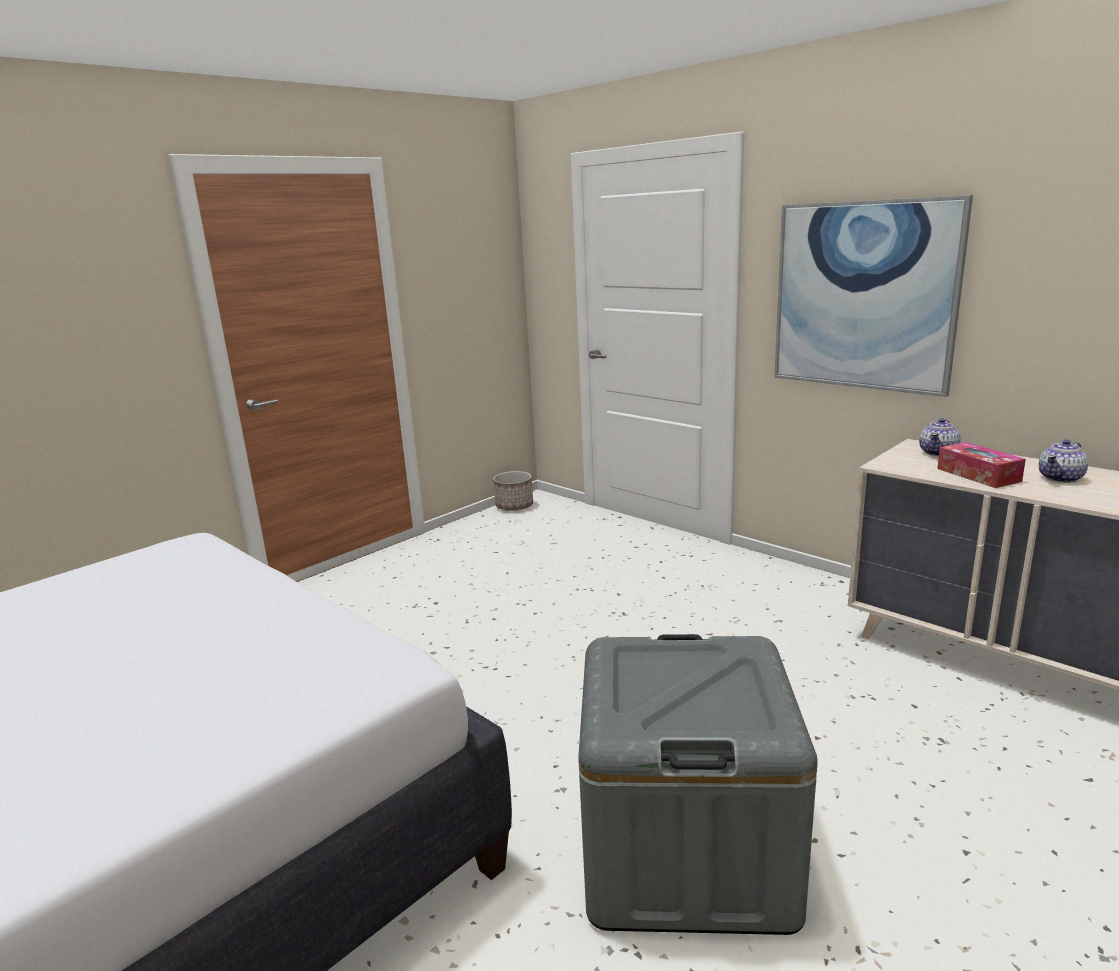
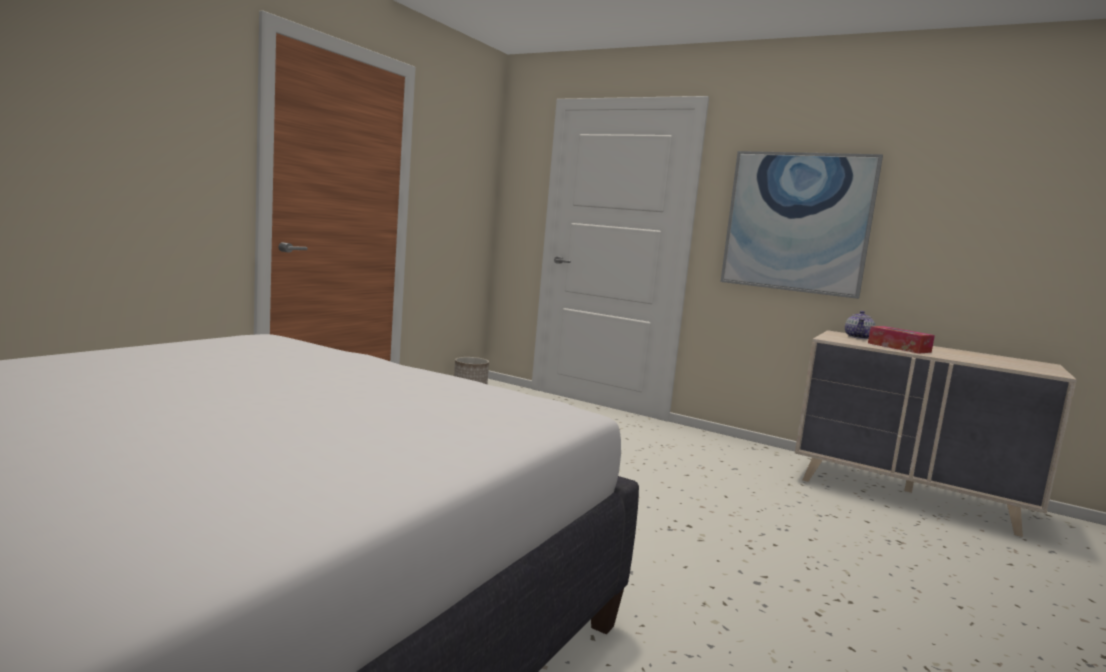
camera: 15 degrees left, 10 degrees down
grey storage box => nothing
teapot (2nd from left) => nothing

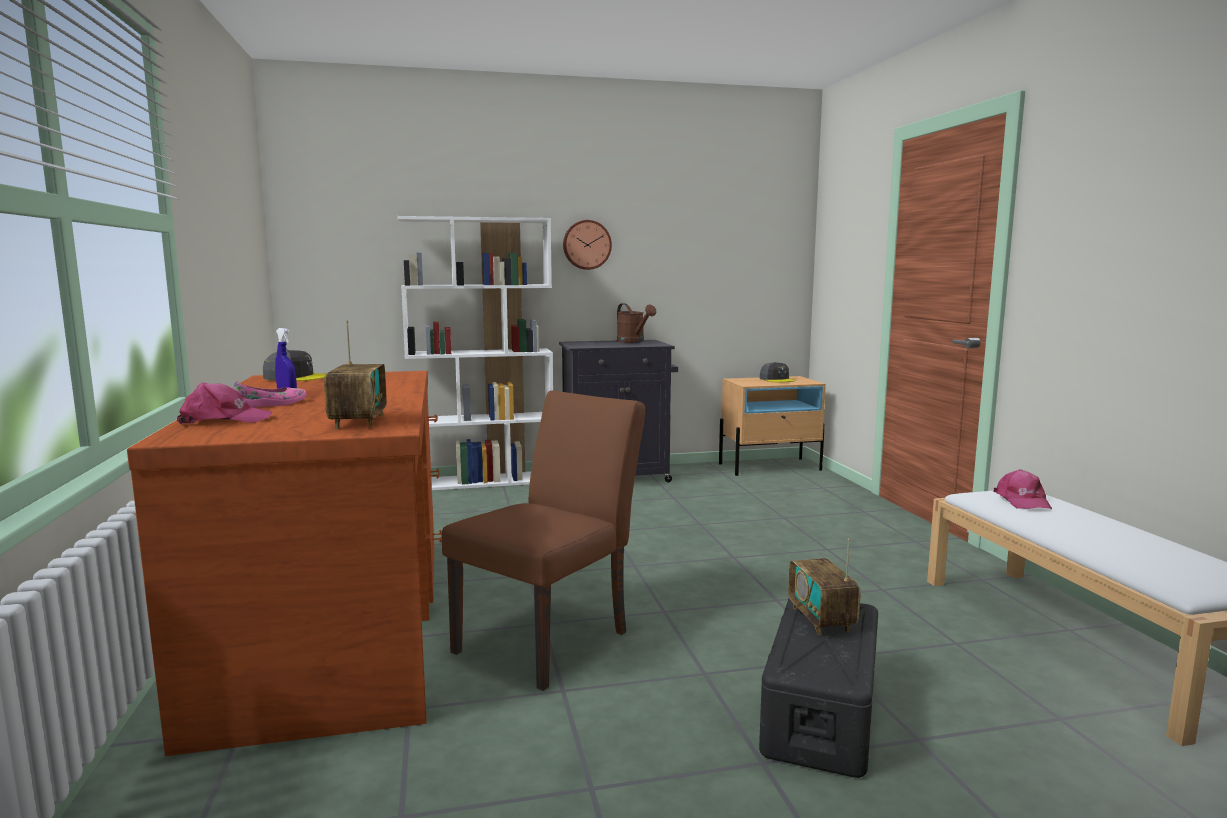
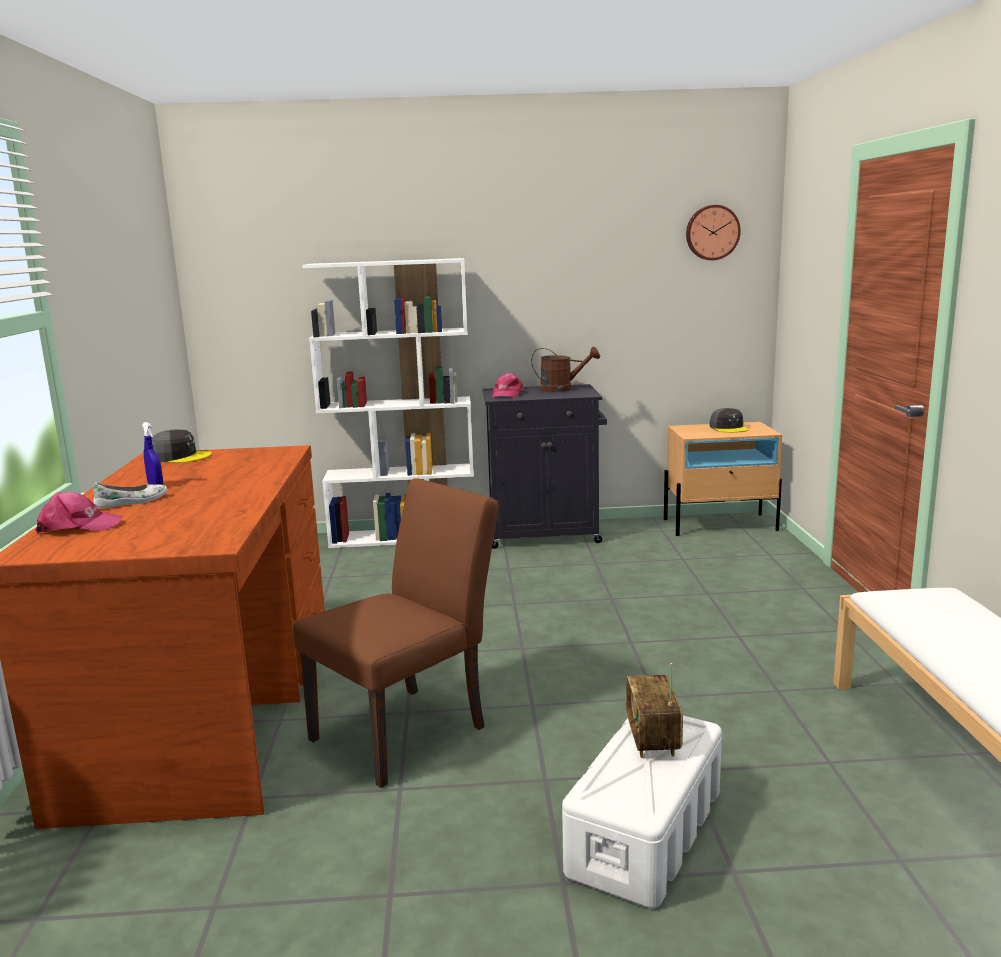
camera: 10 degrees right, 5 degrees up
radio (1st from left) => nothing
wall clock, moved
pink cap (2nd from left), moved
pink shoe => white shoe
black storage box => white storage box
brown watering can, 60 degrees counterclockwise

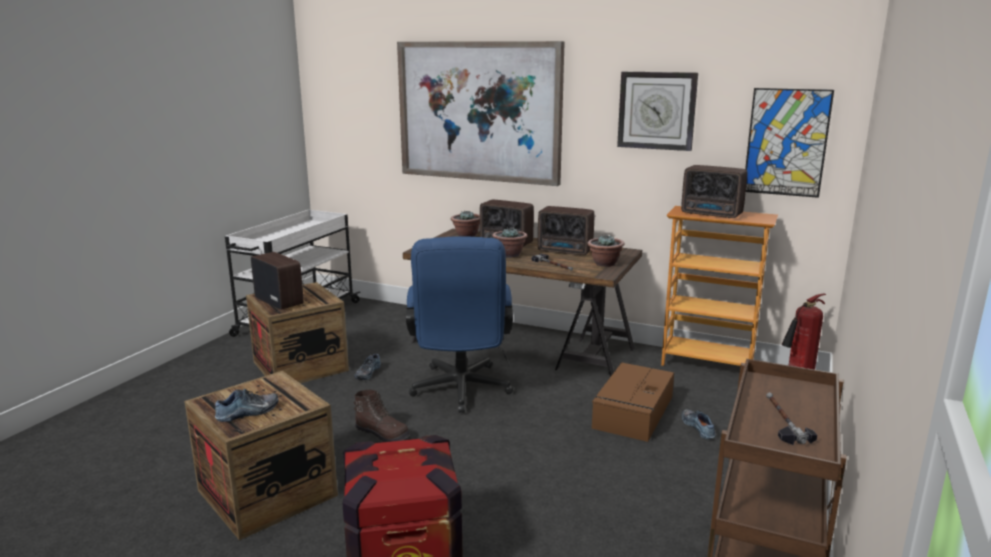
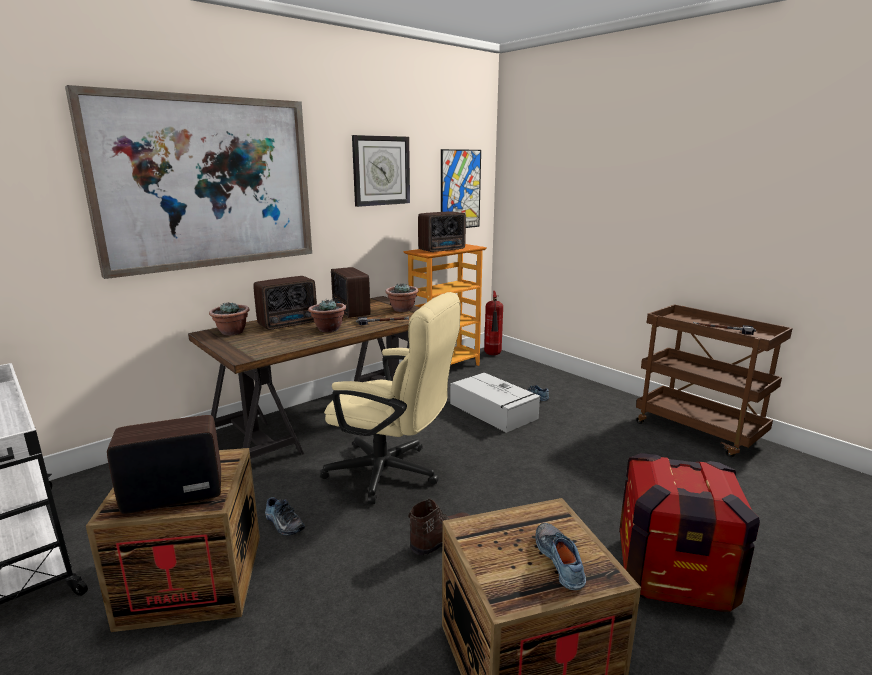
camera: 65 degrees left, 0 degrees up
blue office chair => beige office chair
brown storage box => grey storage box
radio (3rd from left), 105 degrees clockwise

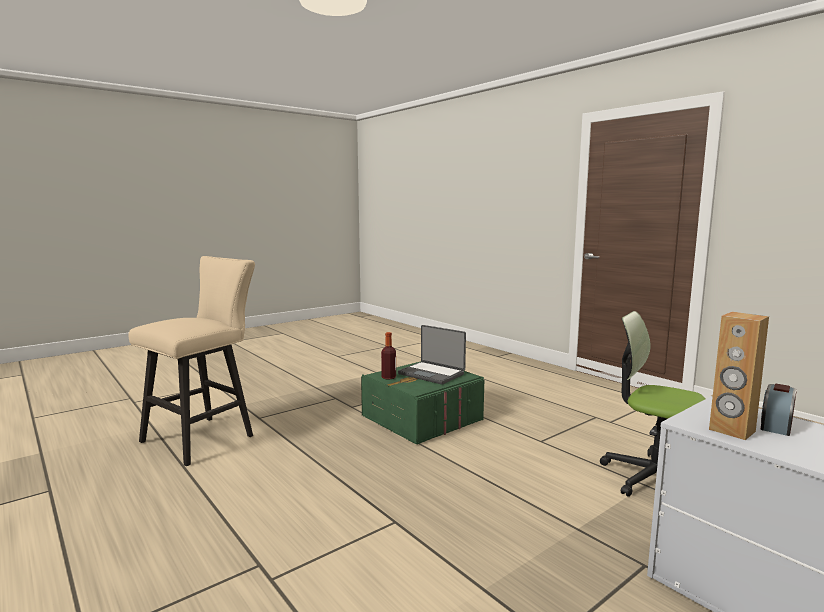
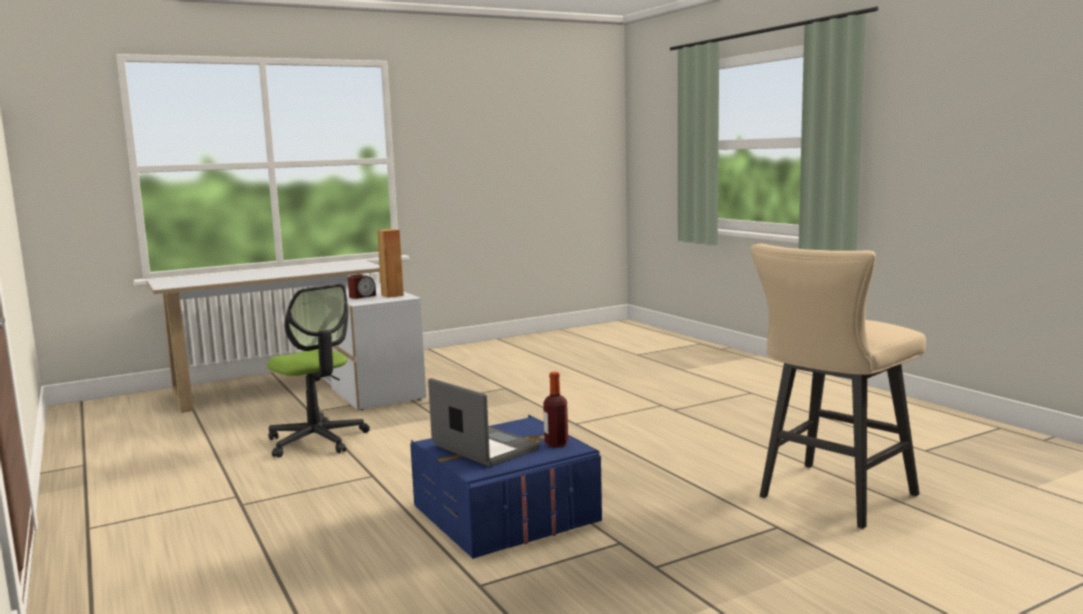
camera: 170 degrees left, 0 degrees up
green storage box => blue storage box

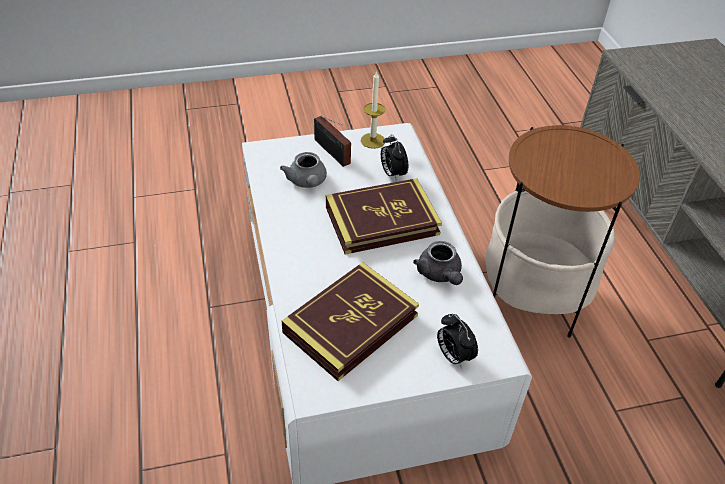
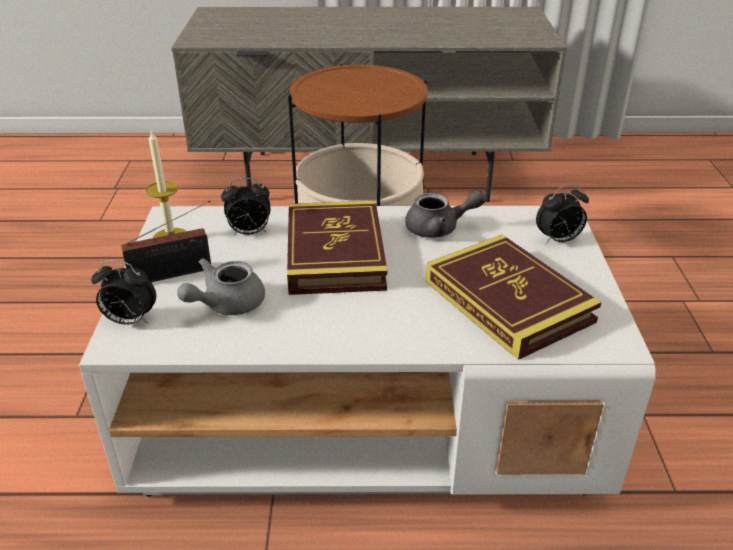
camera: 75 degrees left, 10 degrees down
nothing => alarm clock (1st from left)
grey teapot (1st from left), 135 degrees clockwise

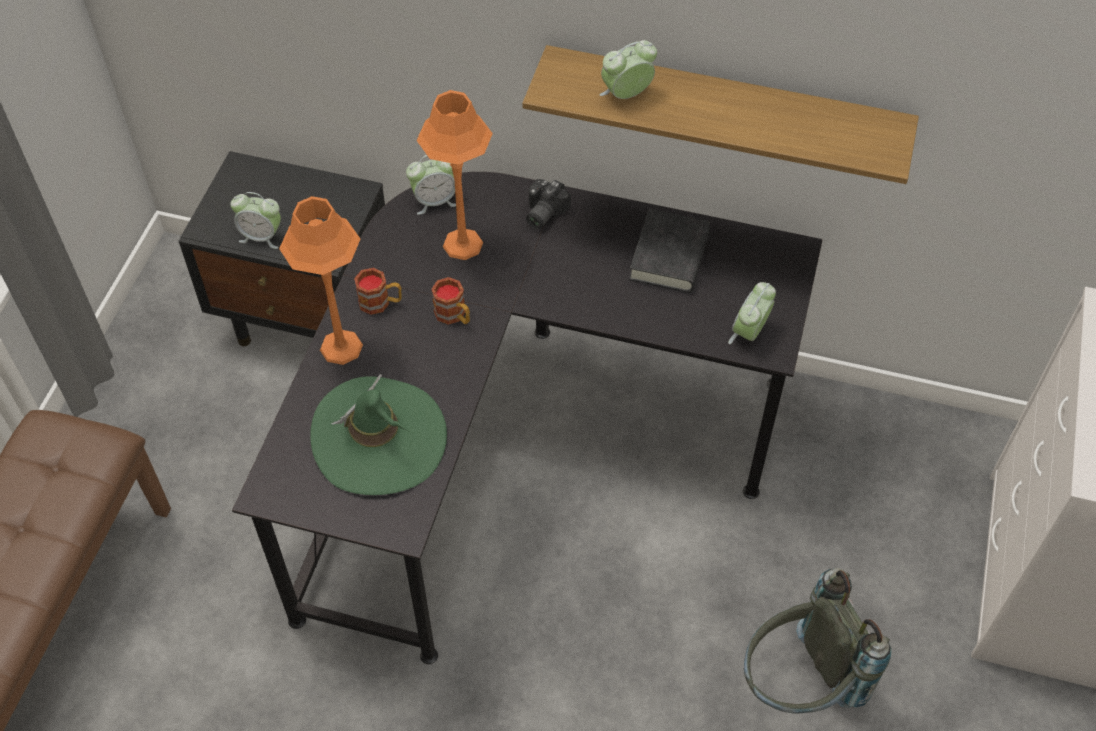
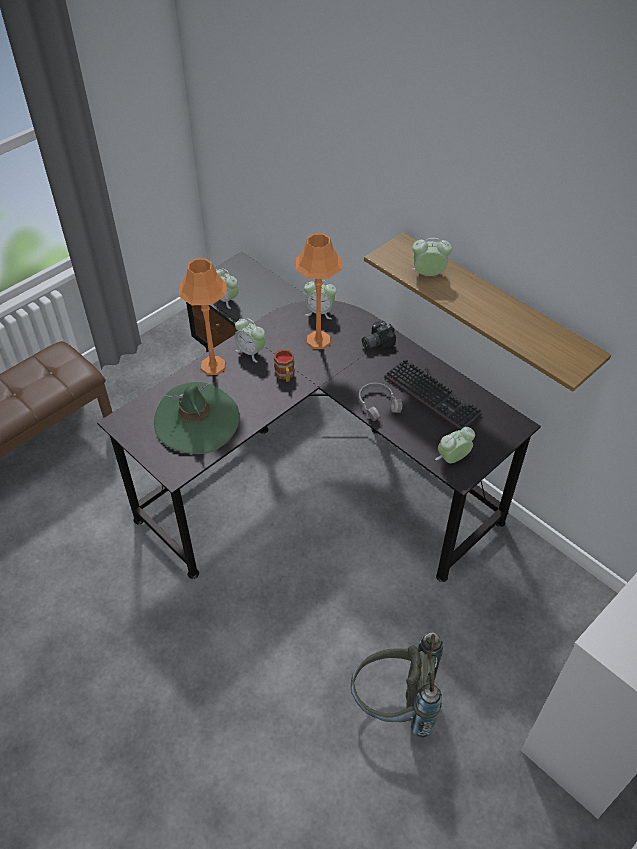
camera: 30 degrees right, 5 degrees down
nothing => grey headphones
mug (1st from left) => alarm clock (2nd from left)
black book => keyboard

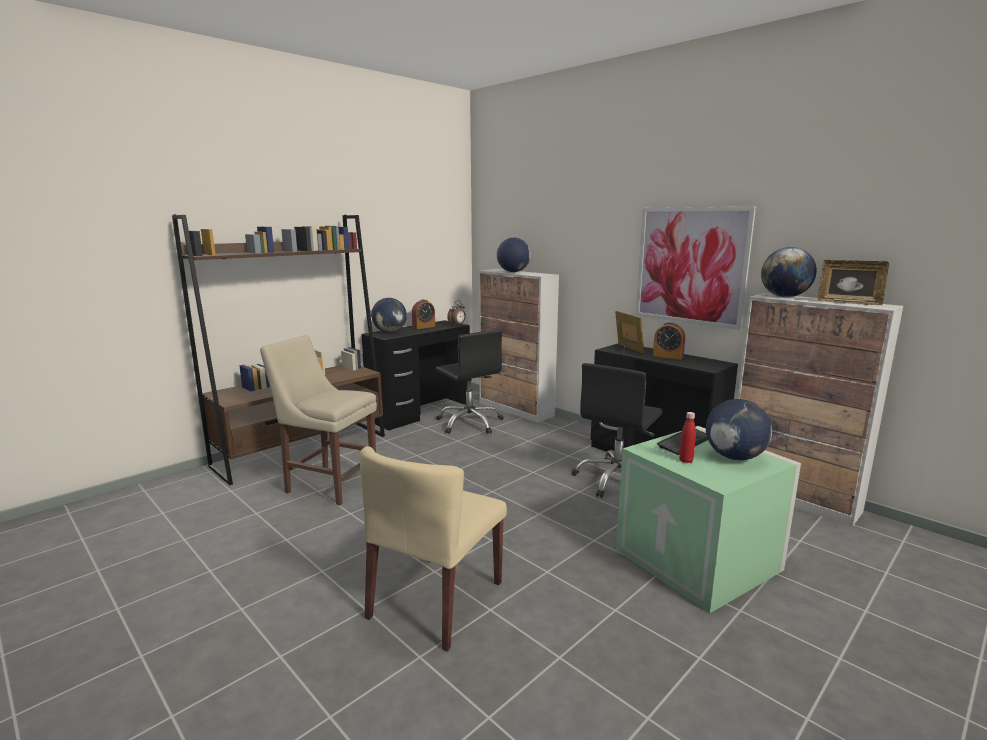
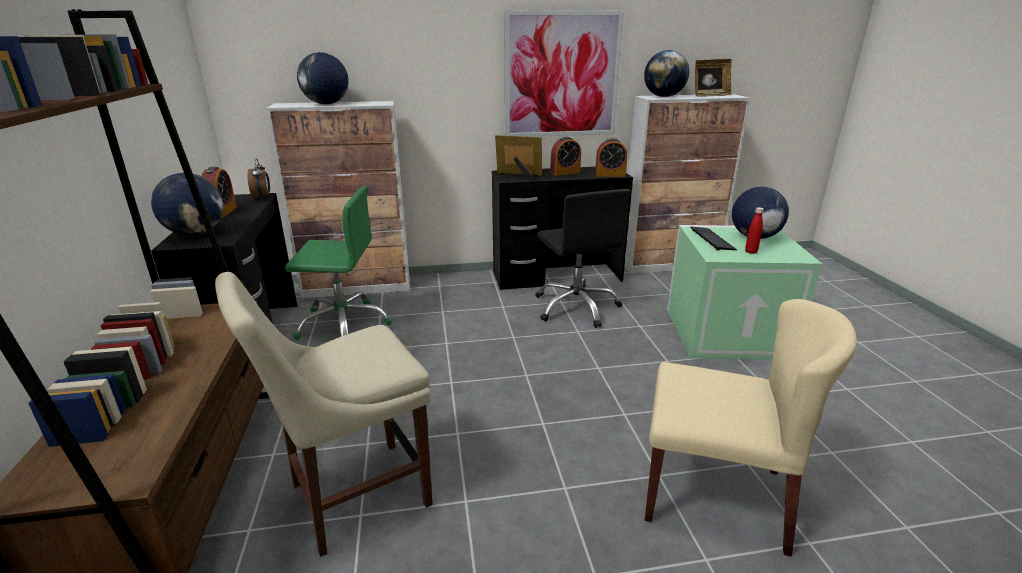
camera: 55 degrees left, 10 degrees up
nothing => alarm clock (4th from left)
black office chair (1st from left) => green office chair
beige chair (2nd from left), 45 degrees counterclockwise

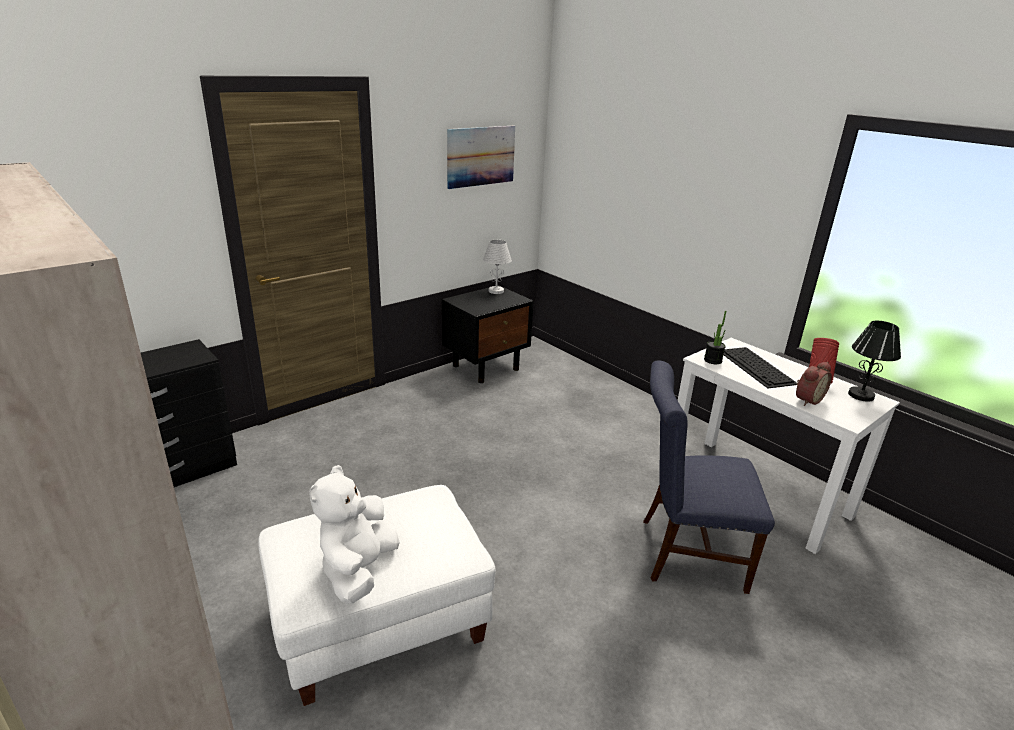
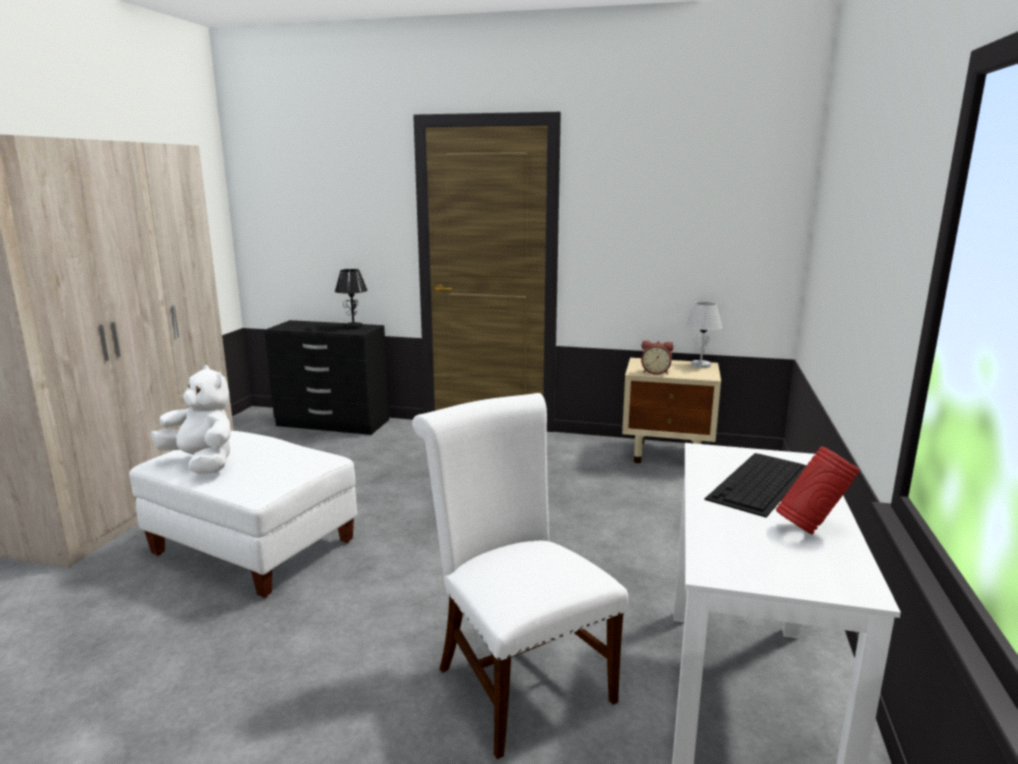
camera: 55 degrees right, 10 degrees down
picture => nothing
potted plant => nothing
alarm clock, moved
black table lamp, moved
black nightstand => beige nightstand
blue chair => white chair
white plush toy, 60 degrees clockwise

